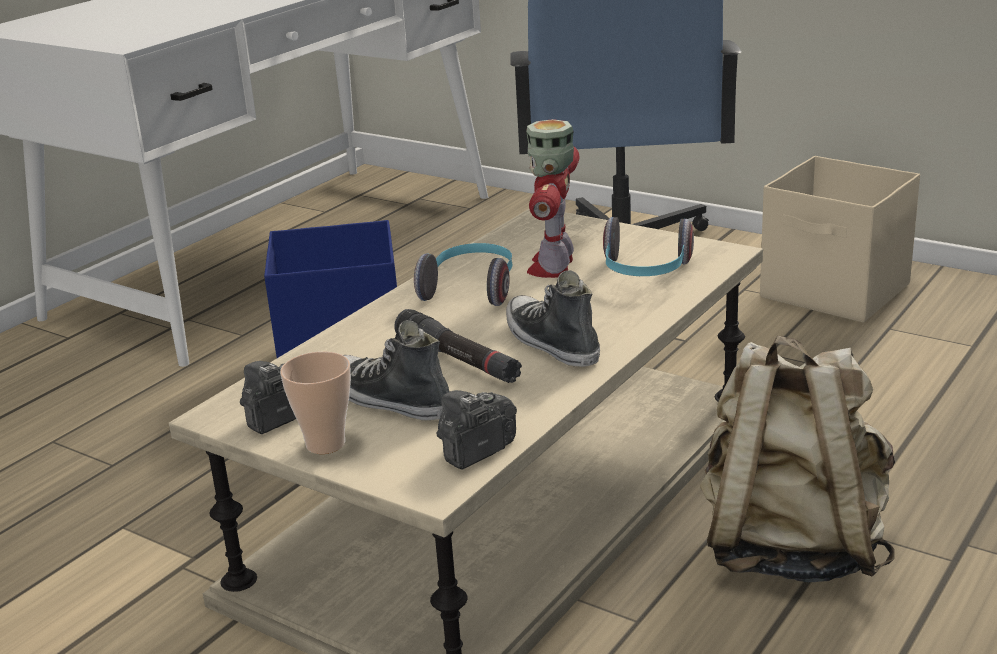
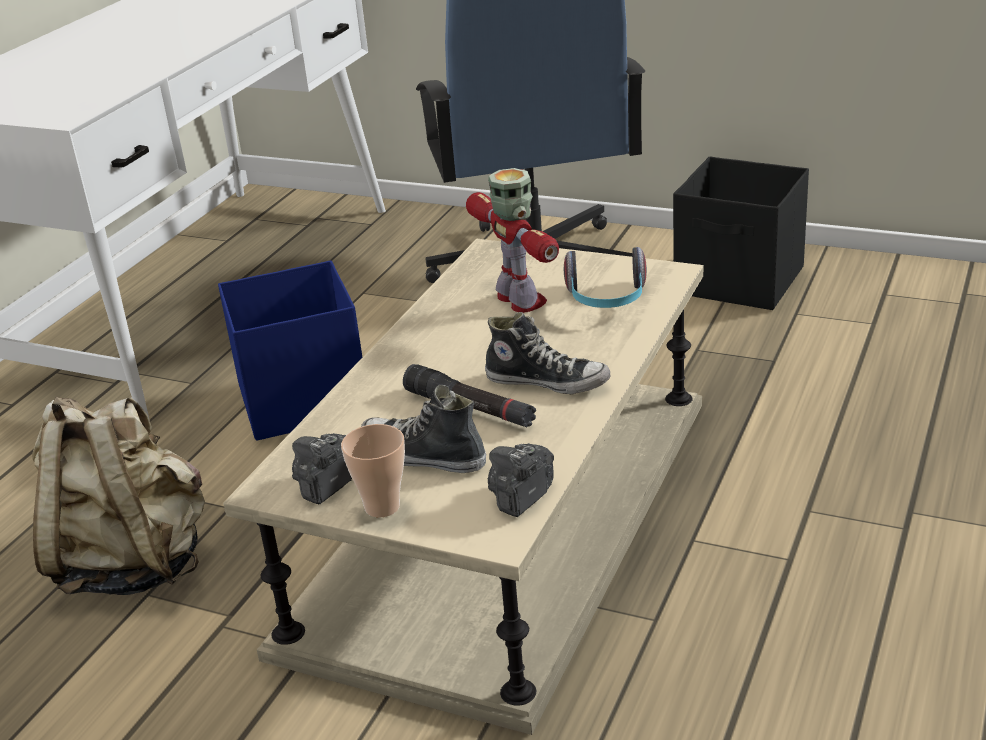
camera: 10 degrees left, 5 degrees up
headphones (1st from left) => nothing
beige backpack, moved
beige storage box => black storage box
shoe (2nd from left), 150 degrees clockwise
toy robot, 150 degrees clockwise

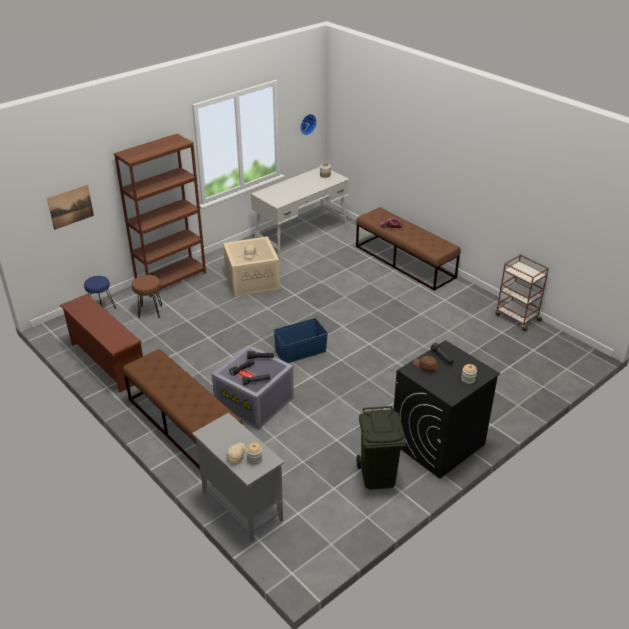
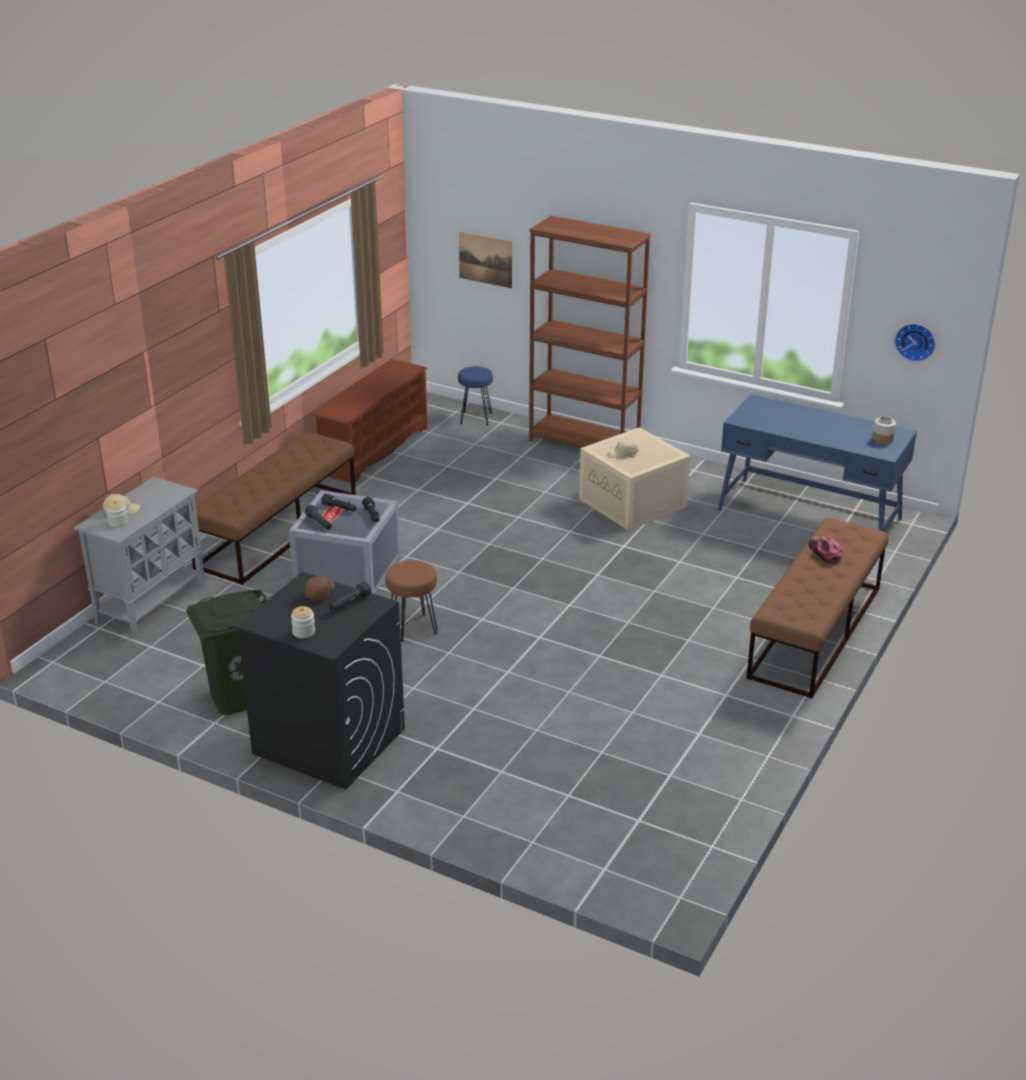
camera: 70 degrees right, 5 degrees down
blue storage box => nothing
brown cart => nothing
brown stool, moved
white desk => blue desk

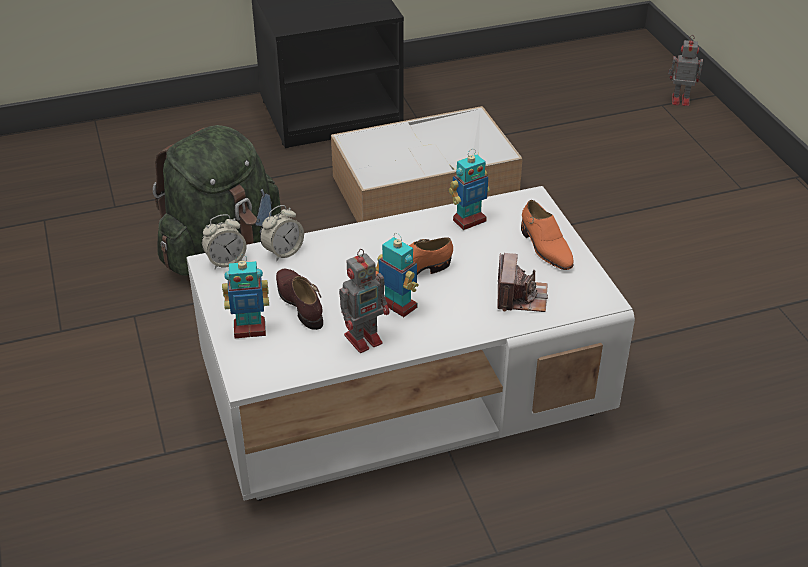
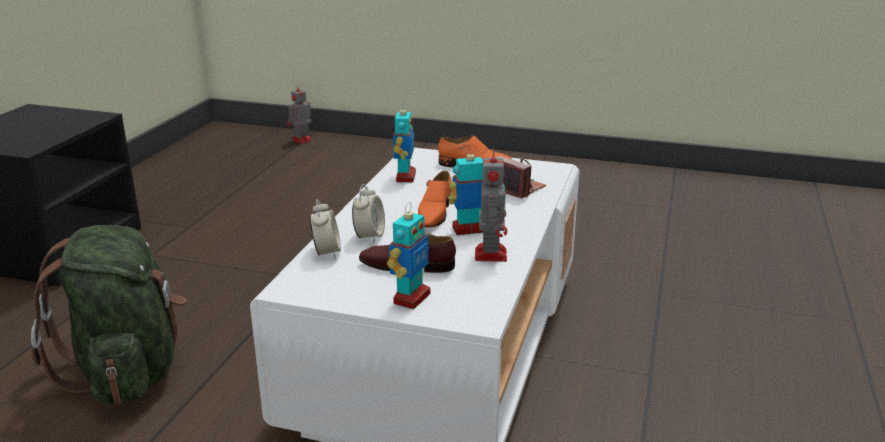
camera: 55 degrees left, 15 degrees down
storage box => nothing
alarm clock (1st from left in the first image) => alarm clock (2nd from left), moved

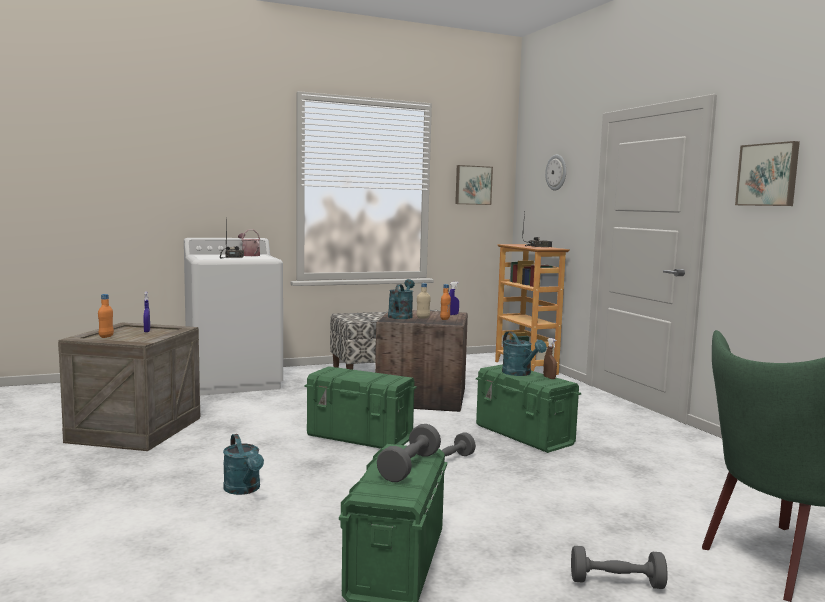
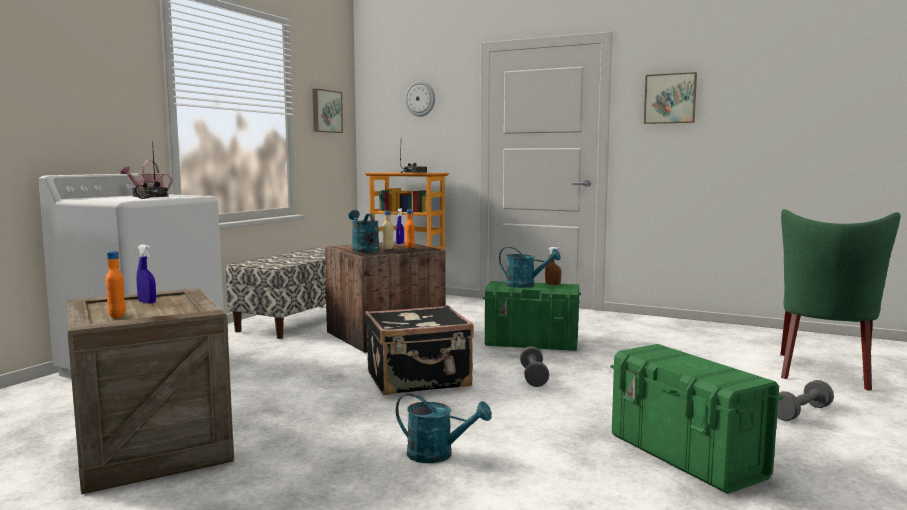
camera: 40 degrees left, 0 degrees up
grey dumbbell (1st from left) => nothing
green storage box (1st from left) => black suitcase

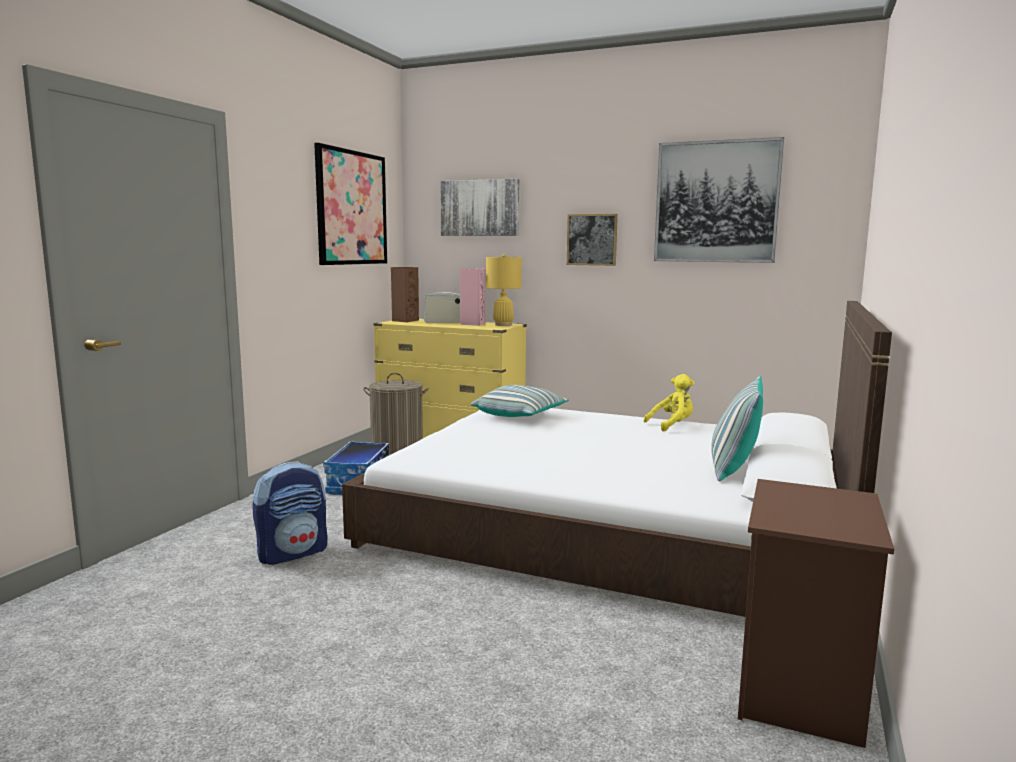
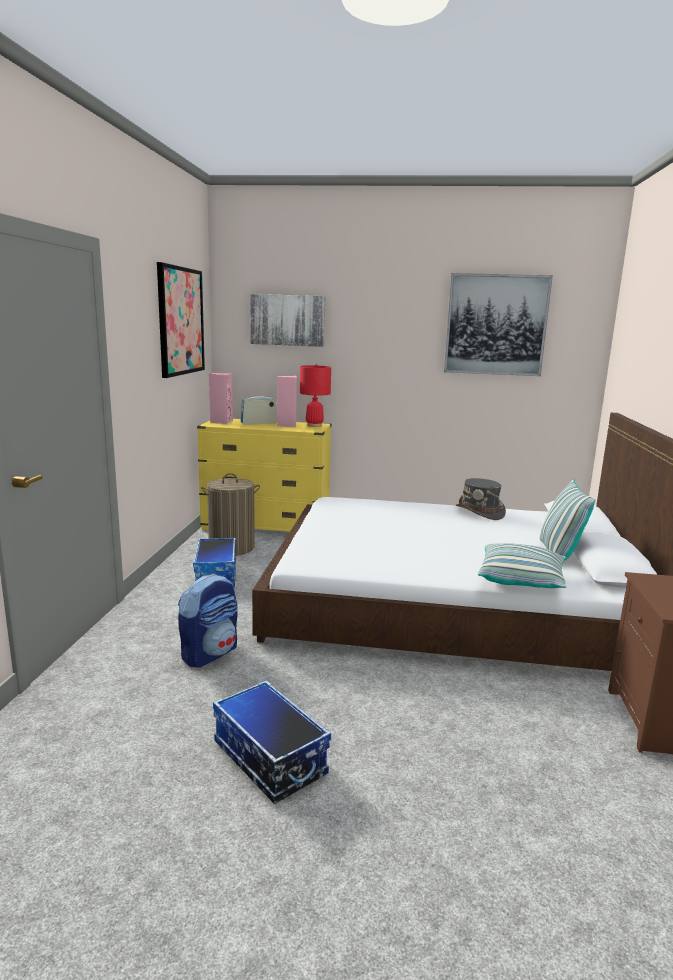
camera: 15 degrees left, 5 degrees up
picture (3rd from left) => nothing
nothing => storage box (2nd from left)
pillow (1st from left), moved
yellow plush toy => grey hat
brown speaker => pink speaker (1st from left)
yellow table lamp => red table lamp

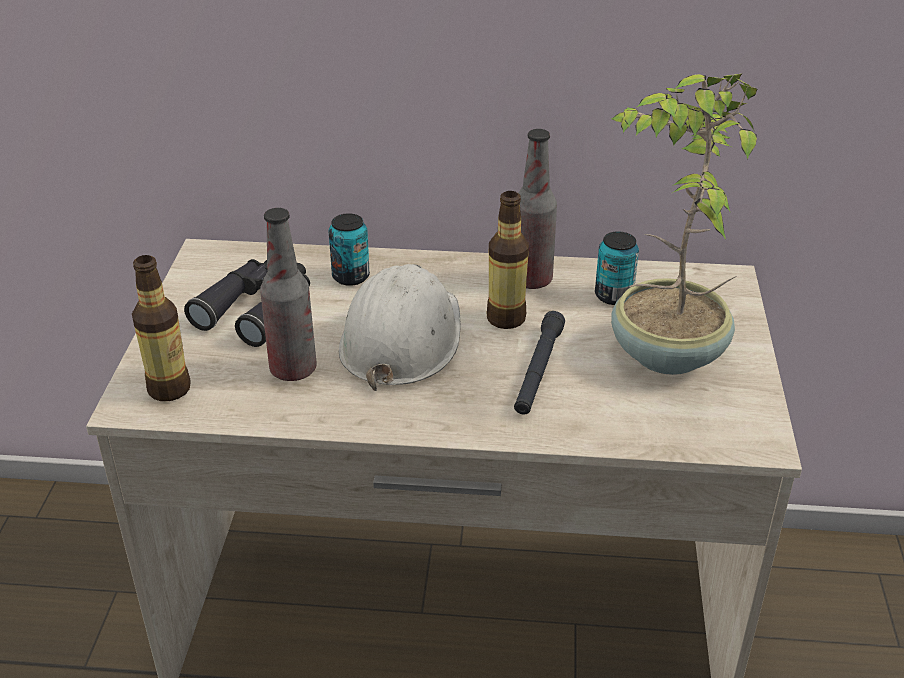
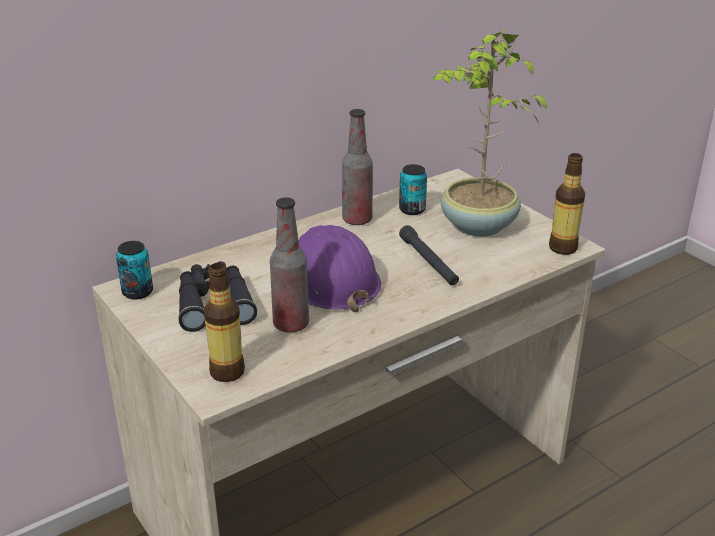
camera: 40 degrees left, 5 degrees down
can (1st from left), moved
bottle (3rd from left in the first image) => bottle (4th from left), moved
white hard hat => purple hard hat

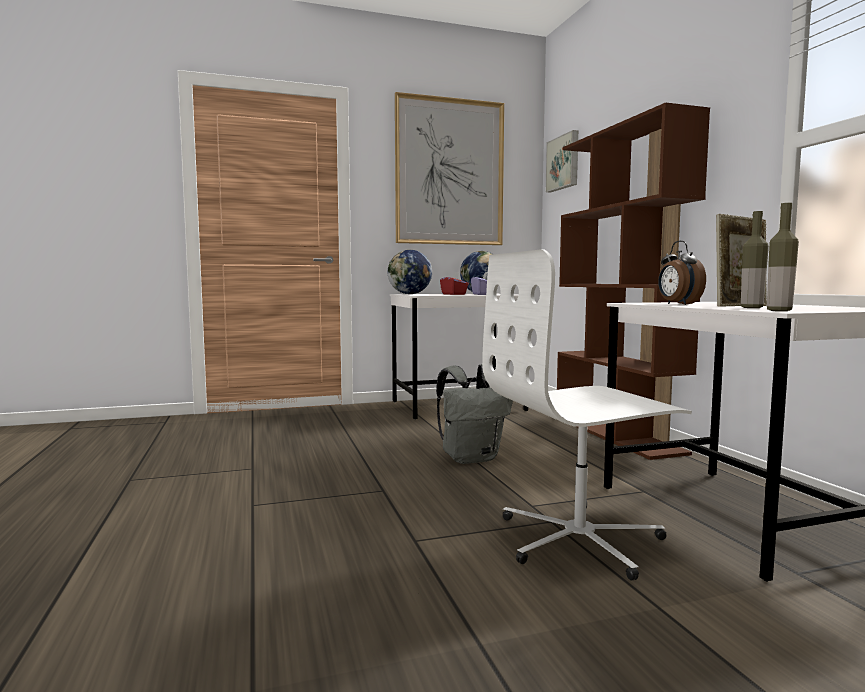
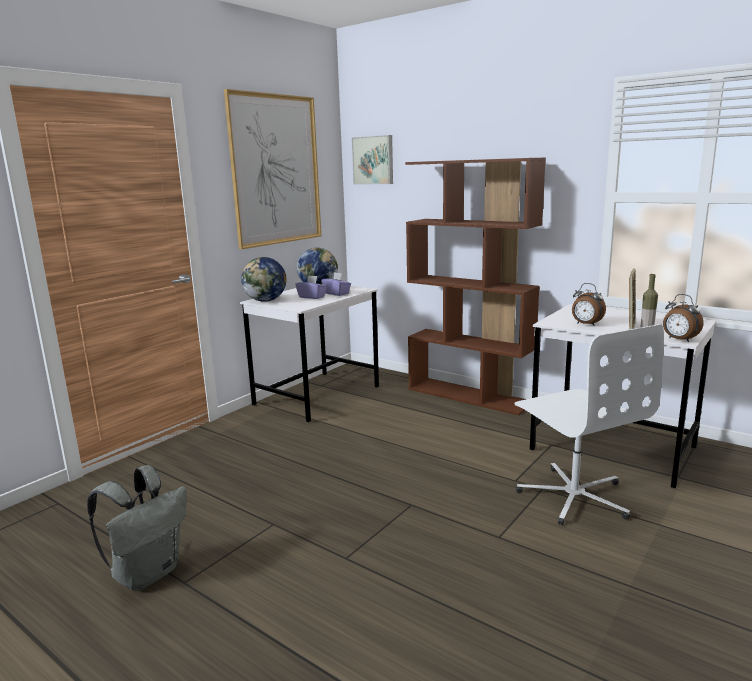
camera: 35 degrees left, 10 degrees up
grey backpack, moved
bottle (2nd from left) => alarm clock (2nd from left)
red tissue box => purple tissue box (1st from left)
white office chair, 60 degrees counterclockwise

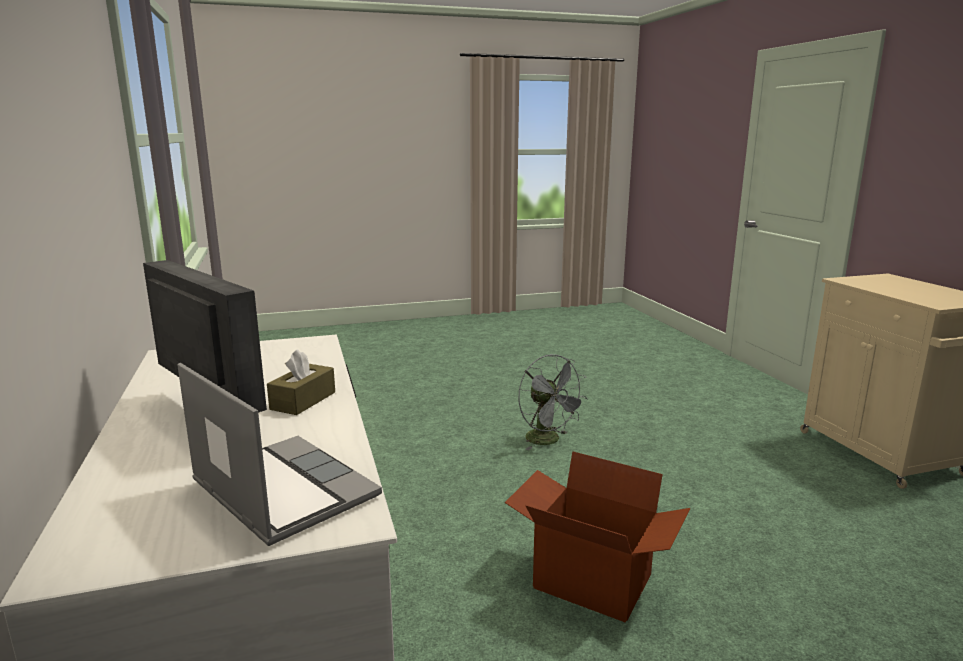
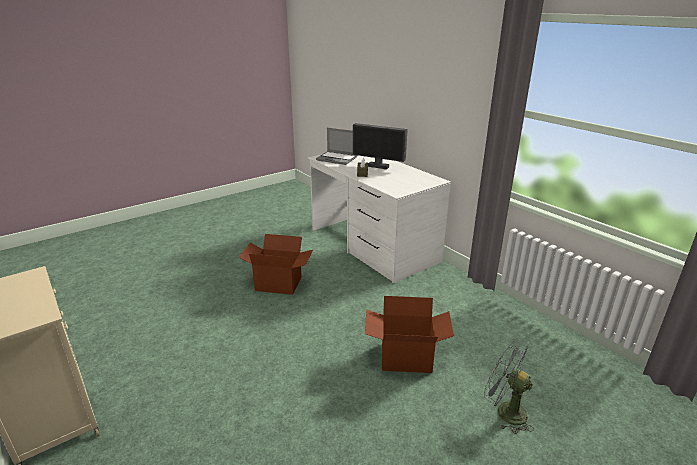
camera: 160 degrees right, 10 degrees up
nothing => cardboard box (2nd from left)
grey fan, moved

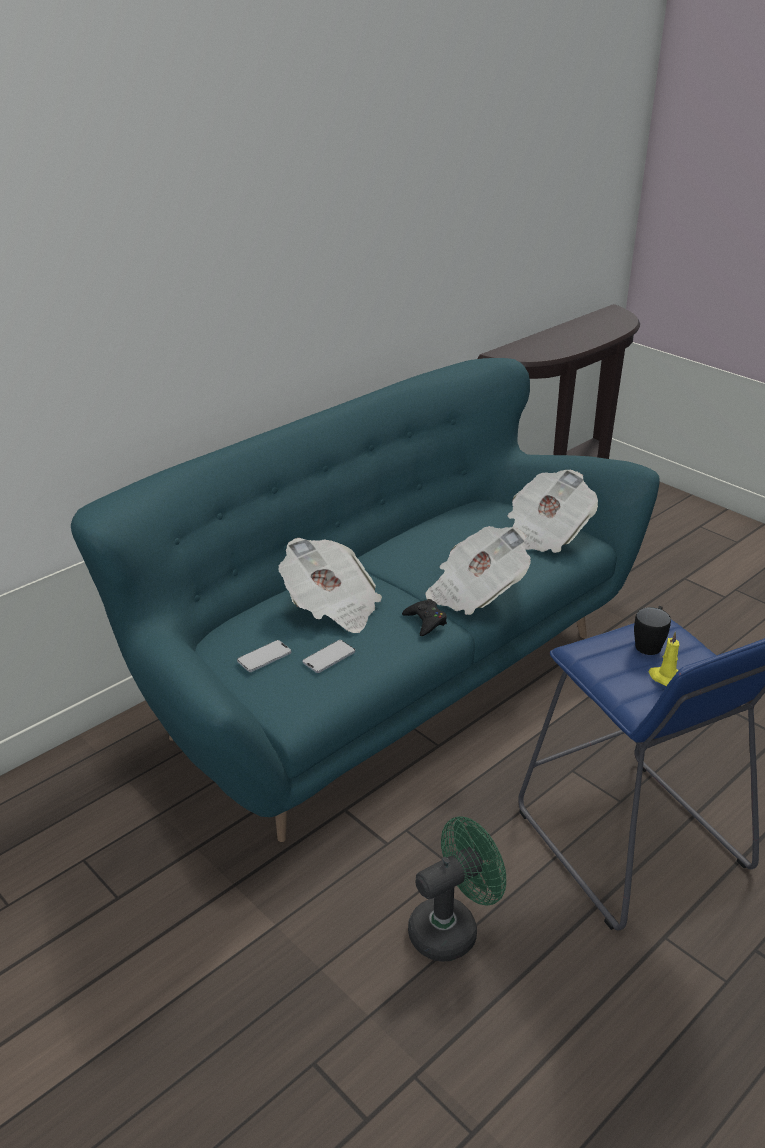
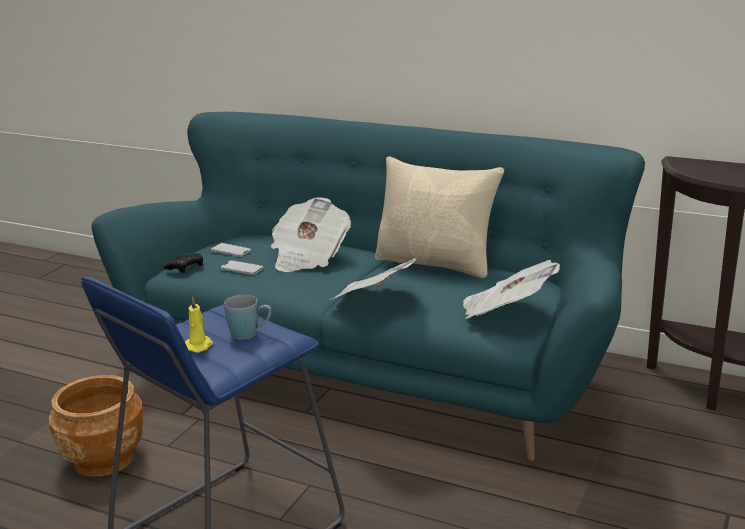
camera: 70 degrees right, 10 degrees down
nothing => beige pillow
black game controller, moved
green fan => brown planter
black mug => blue mug

